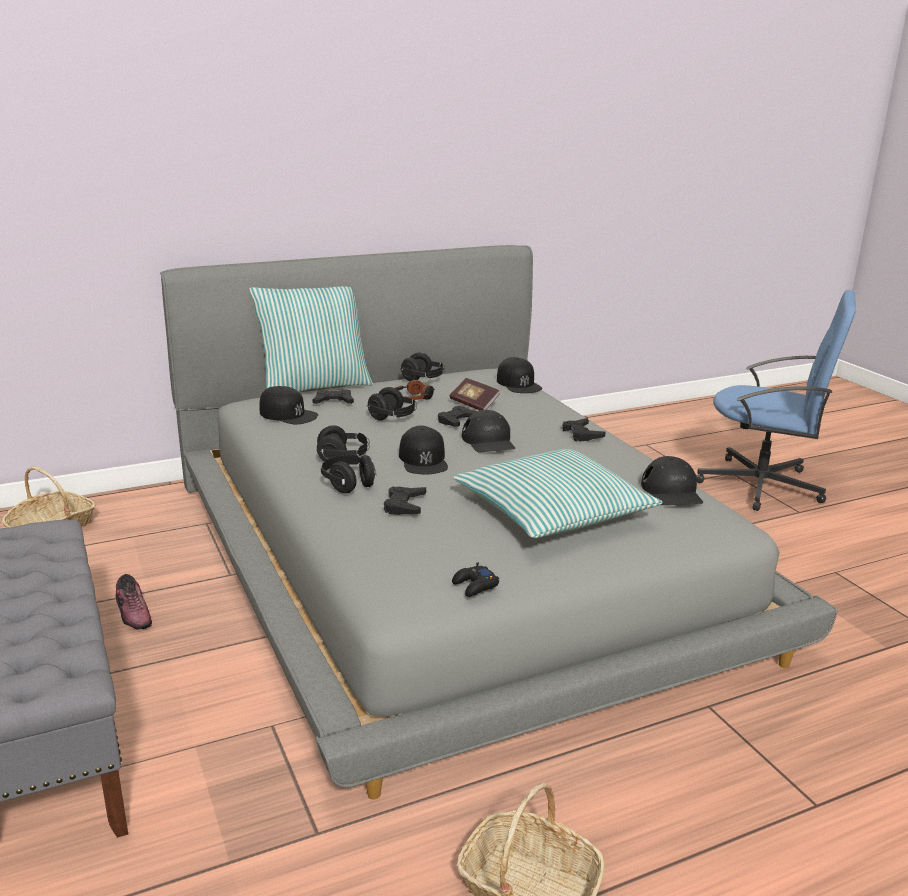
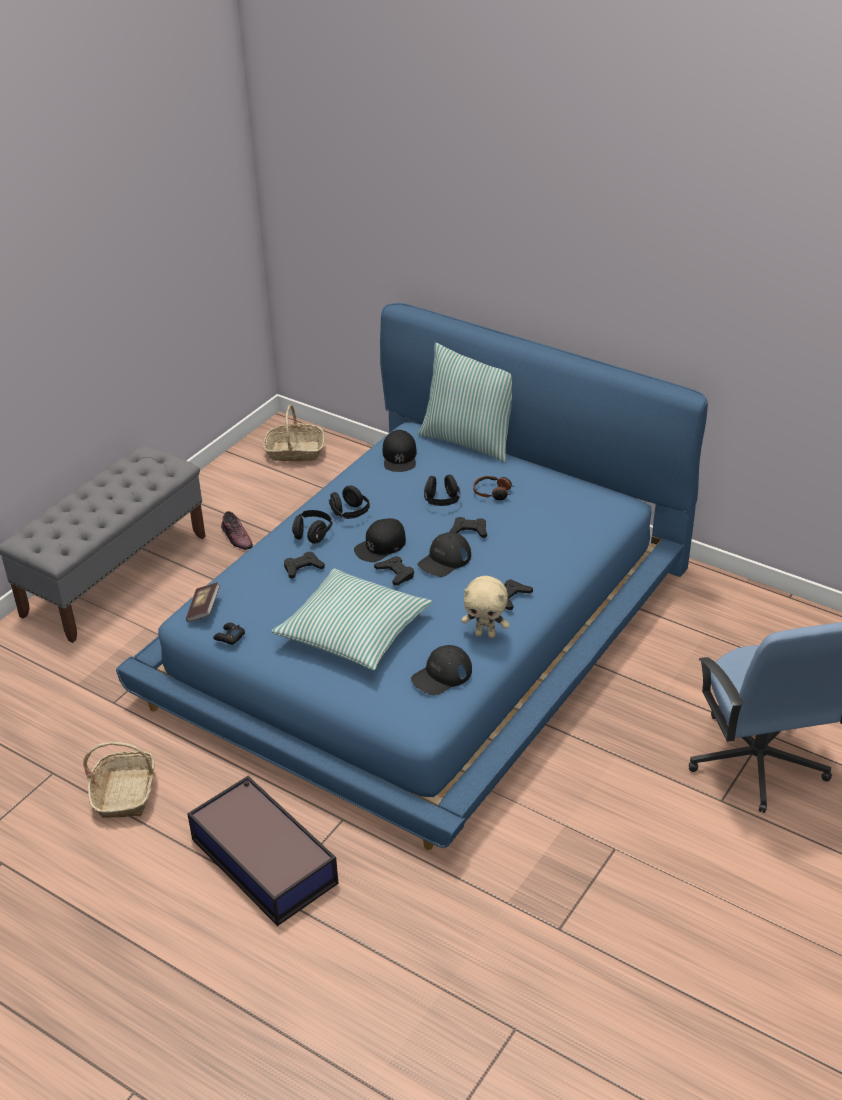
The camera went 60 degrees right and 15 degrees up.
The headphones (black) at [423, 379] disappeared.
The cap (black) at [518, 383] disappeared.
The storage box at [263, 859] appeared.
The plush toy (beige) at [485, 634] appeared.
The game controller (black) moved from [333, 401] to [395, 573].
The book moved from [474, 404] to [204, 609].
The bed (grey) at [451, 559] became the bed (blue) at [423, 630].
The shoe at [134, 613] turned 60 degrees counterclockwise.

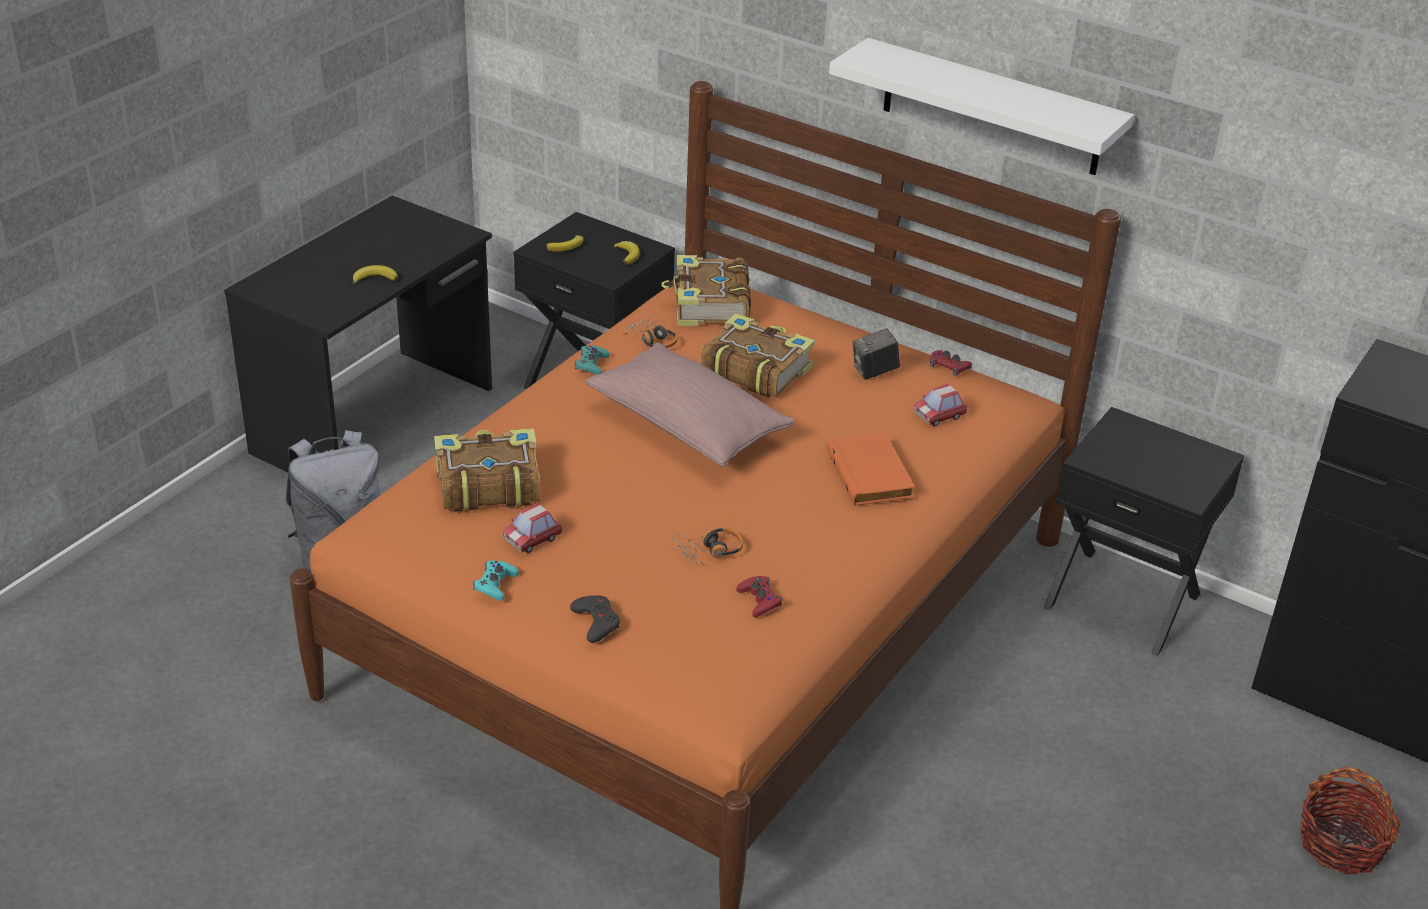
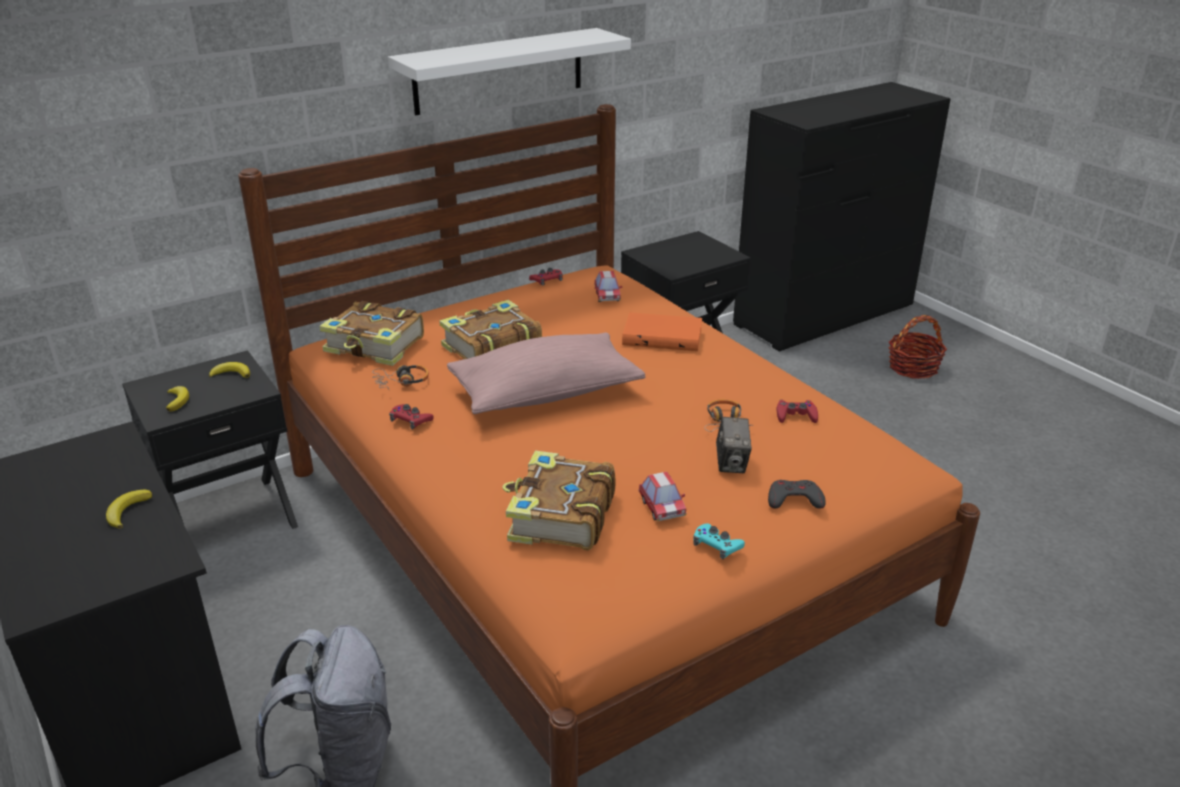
The camera went 65 degrees left and 5 degrees down.
The photo camera moved from [874, 372] to [731, 463].
The game controller (turquoise) at [591, 364] became the game controller (red) at [410, 420].

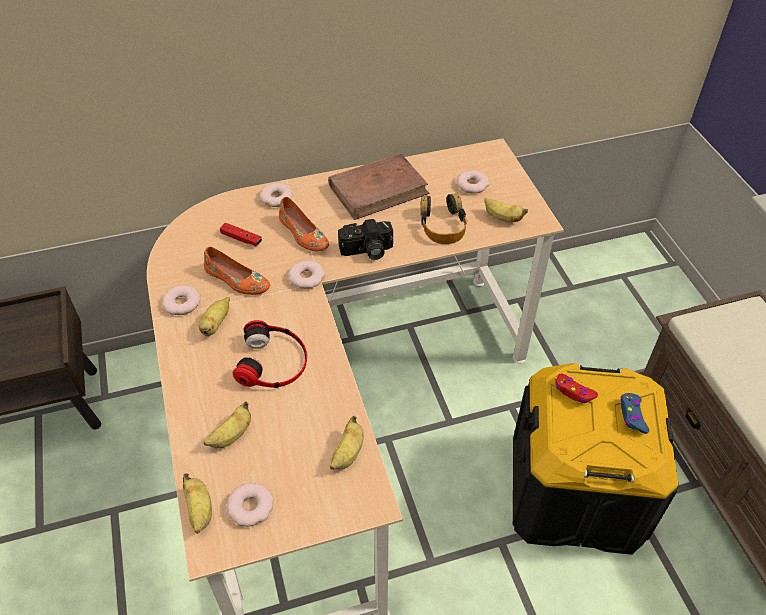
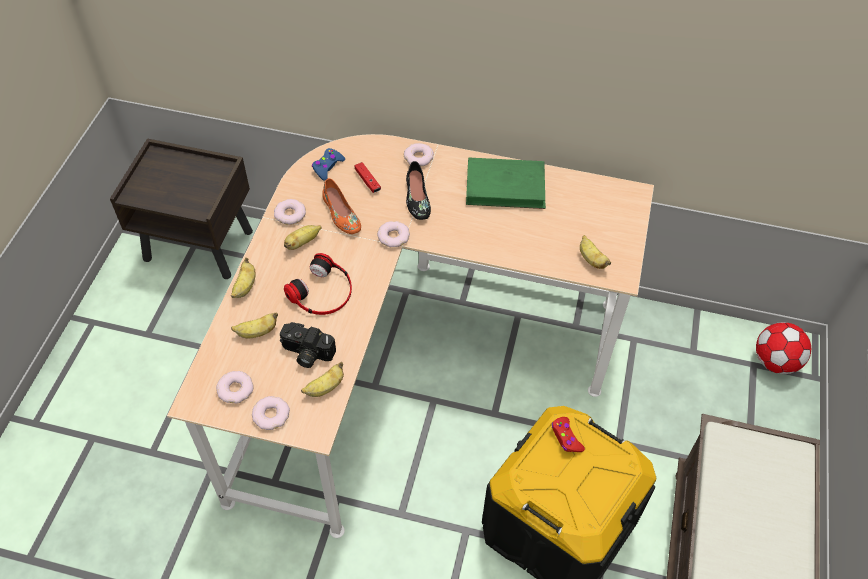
The camera went 30 degrees right and 5 degrees up.
The headphones at [442, 225] disappeared.
The football at [775, 361] appeared.
The banana moved from [200, 511] to [245, 287].
The photo camera moved from [367, 251] to [306, 353].
The donut moved from [472, 185] to [271, 415].
The game controller (blue) moved from [632, 415] to [327, 167].
The shoe (orange) at [303, 234] became the shoe (black) at [417, 198].
The book (brown) at [378, 190] became the book (green) at [505, 186].

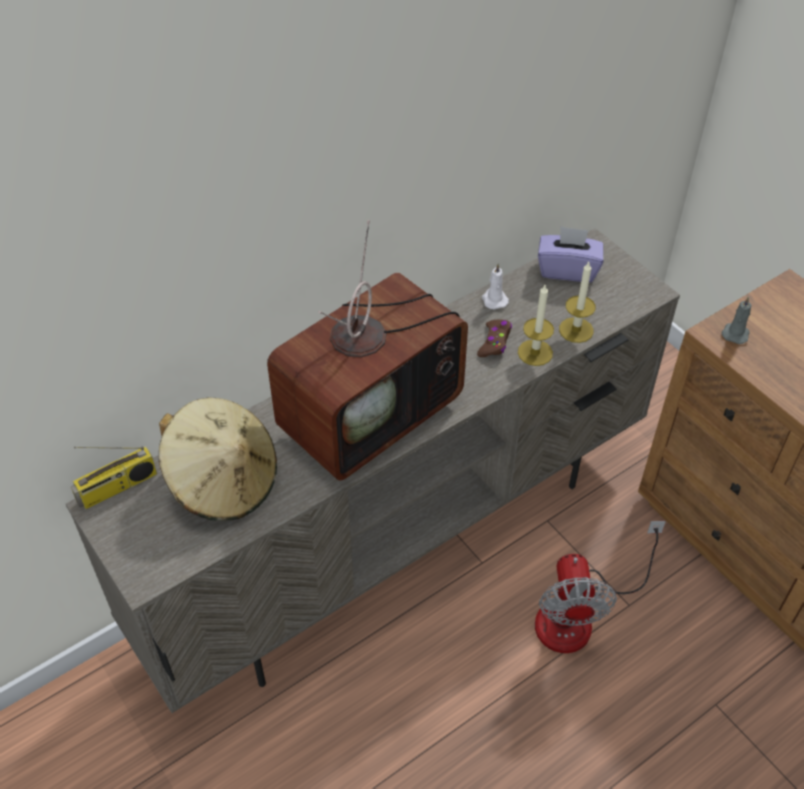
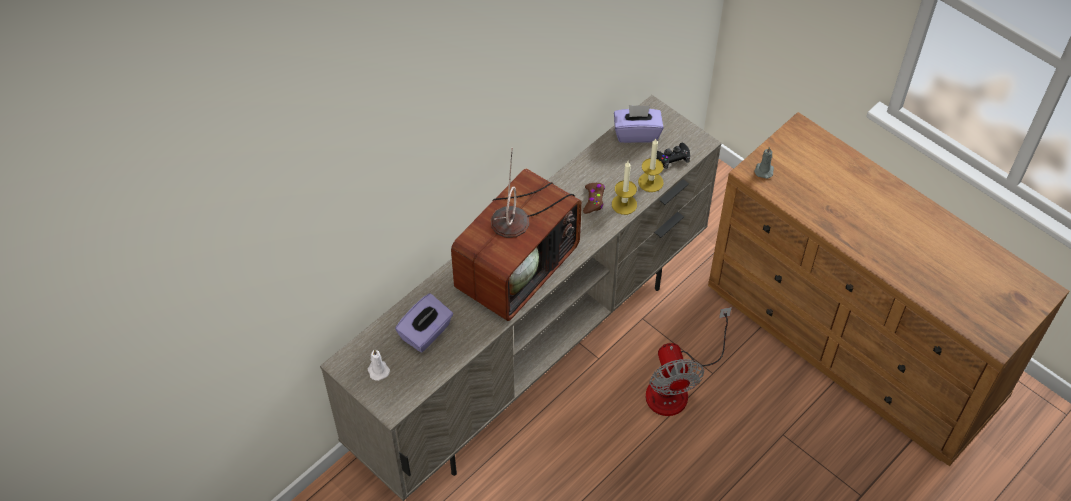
The camera went 10 degrees left and 5 degrees up.
The radio at [117, 488] disappeared.
The game controller (black) at [672, 158] appeared.
The candle (white) moved from [494, 299] to [378, 370].
The hat (beige) at [223, 481] was replaced by the tissue box (purple) at [426, 333].

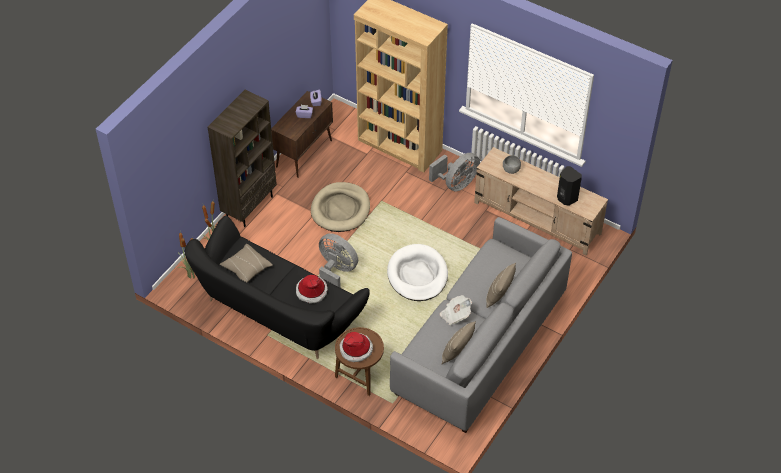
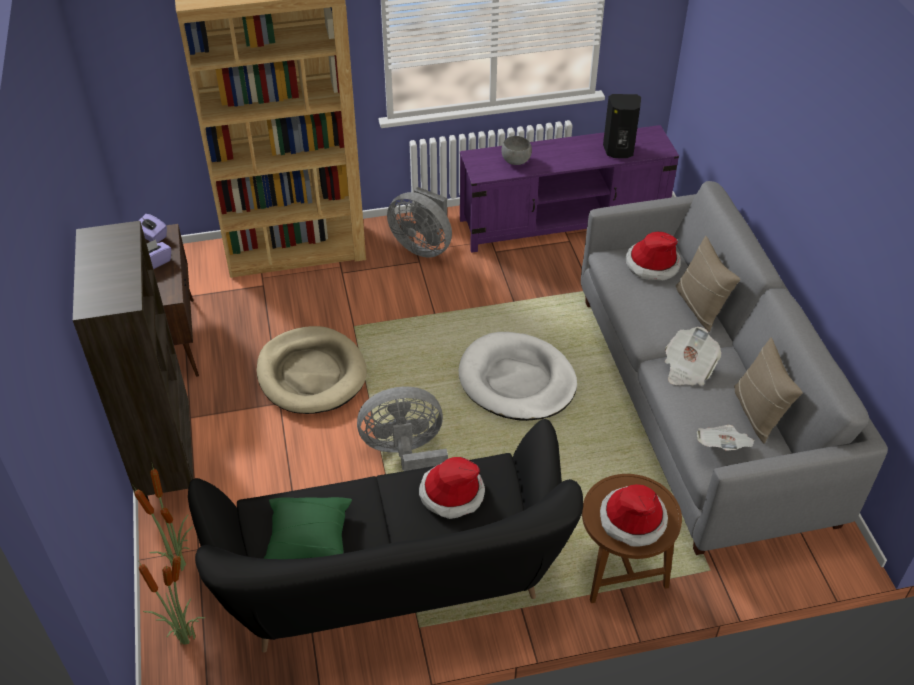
The camera went 45 degrees left and 5 degrees down.
The hat at [652, 264] appeared.
The newspaper at [722, 447] appeared.
The pillow (beige) at [246, 268] became the pillow (green) at [308, 540].
The tv stand (beige) at [537, 218] became the tv stand (purple) at [563, 222].
The fan (grey) at [456, 184] turned 120 degrees clockwise.

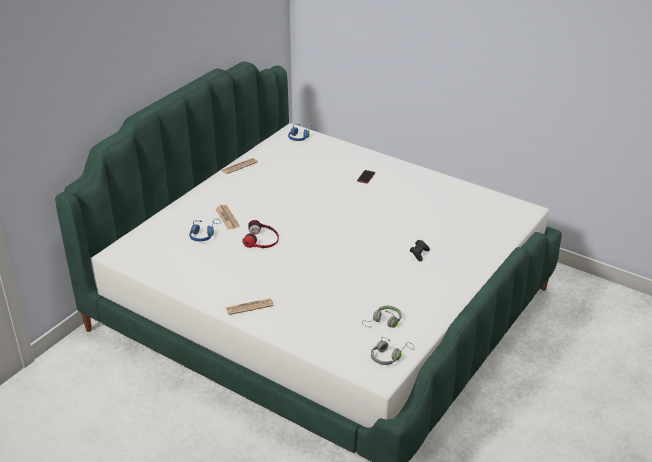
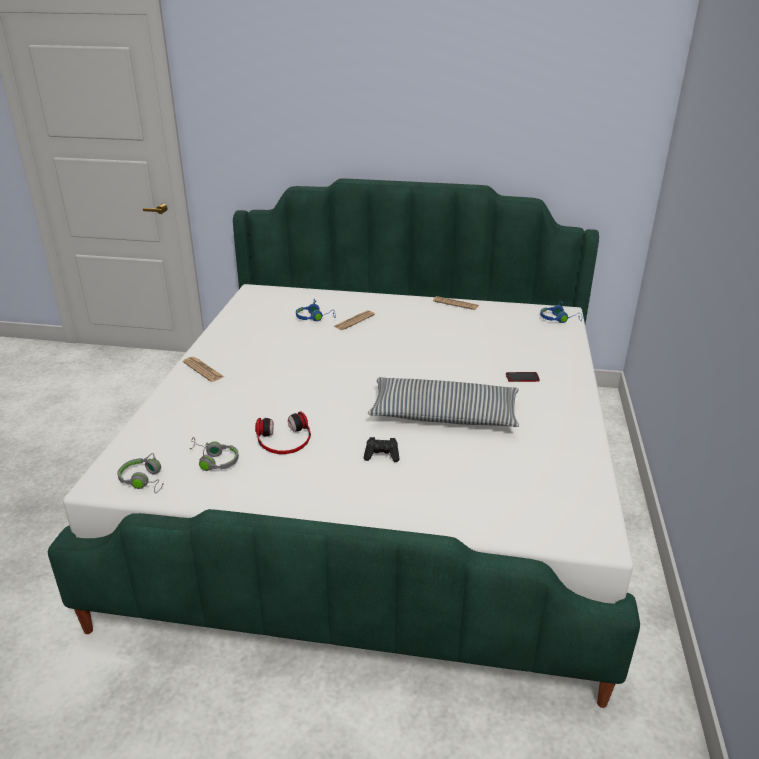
The camera went 65 degrees right and 5 degrees down.
The pillow at [444, 415] appeared.
The headphones moved from [262, 239] to [284, 440].

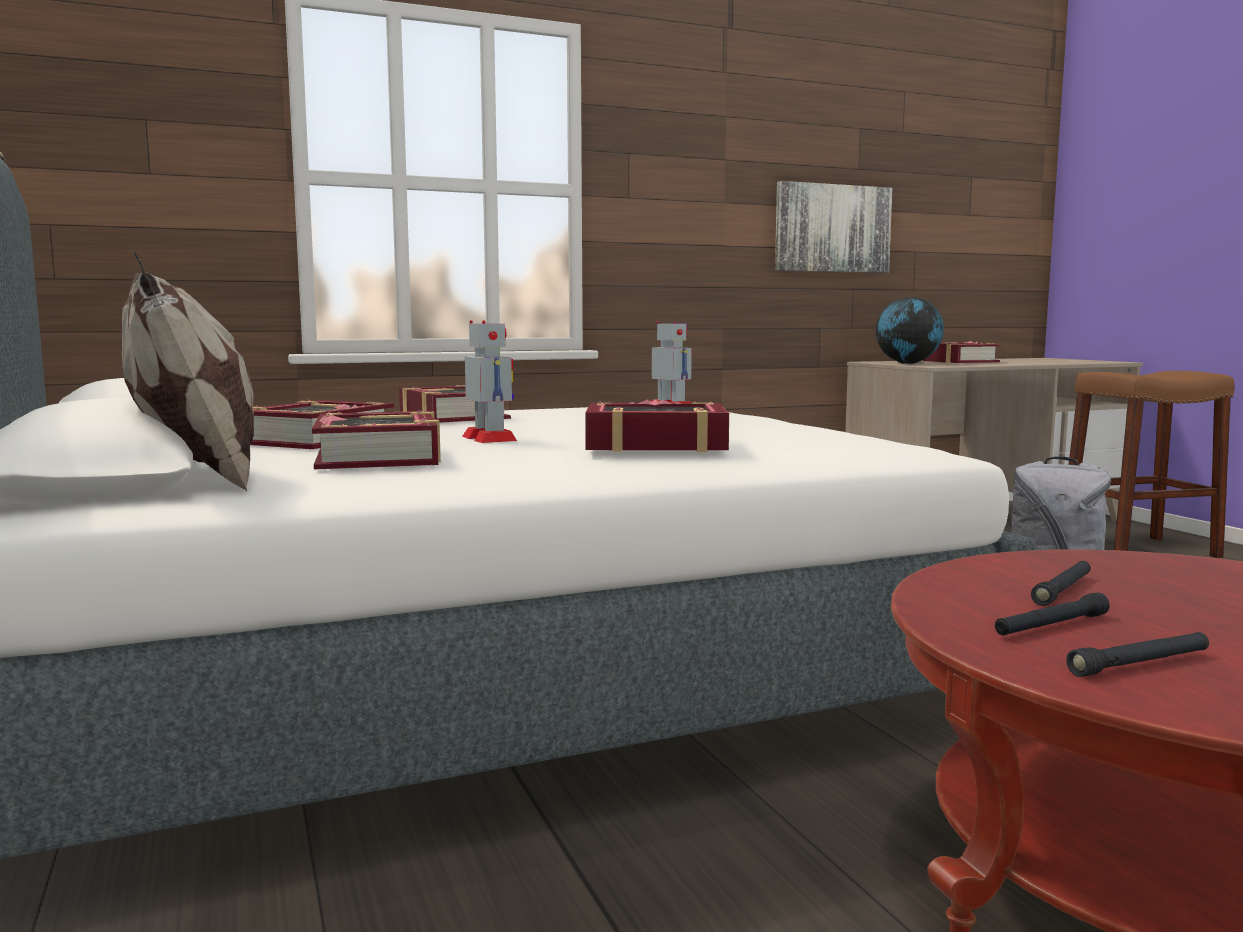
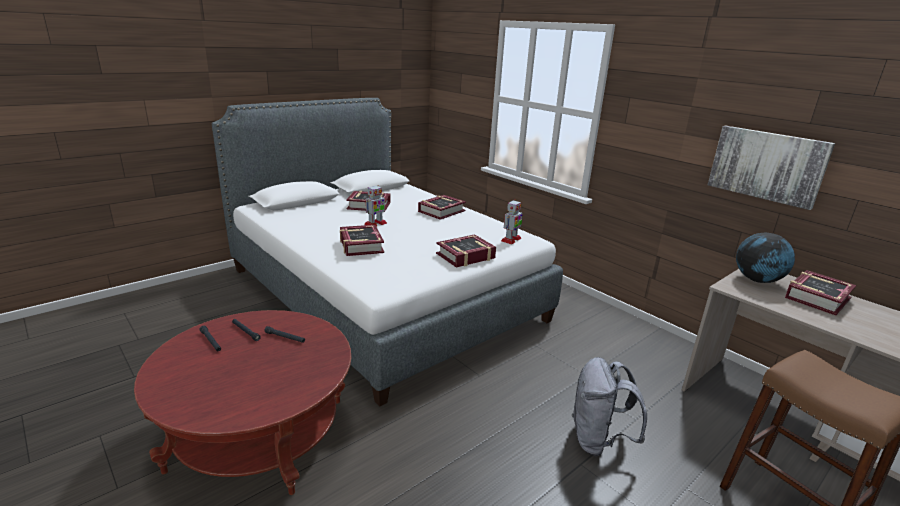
The camera went 70 degrees right and 15 degrees up.
The pillow at [197, 479] disappeared.
The book moved from [379, 457] to [465, 256].

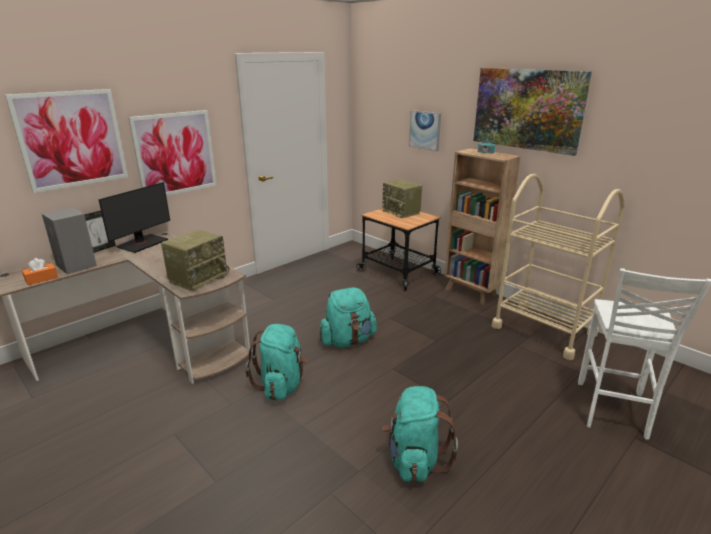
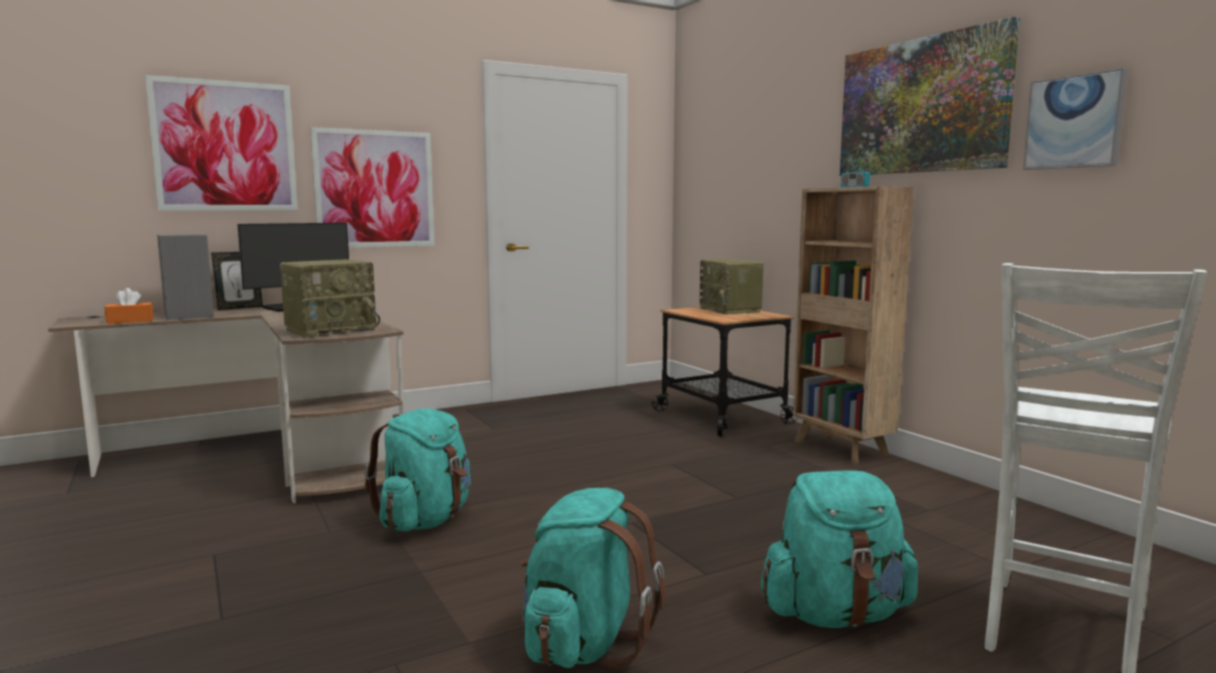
The camera went 15 degrees right and 15 degrees down.
The cart (beige) at [543, 330] disappeared.
The backpack (turquoise) moved from [348, 340] to [836, 614].
The picture moved from [425, 130] to [1074, 122].

